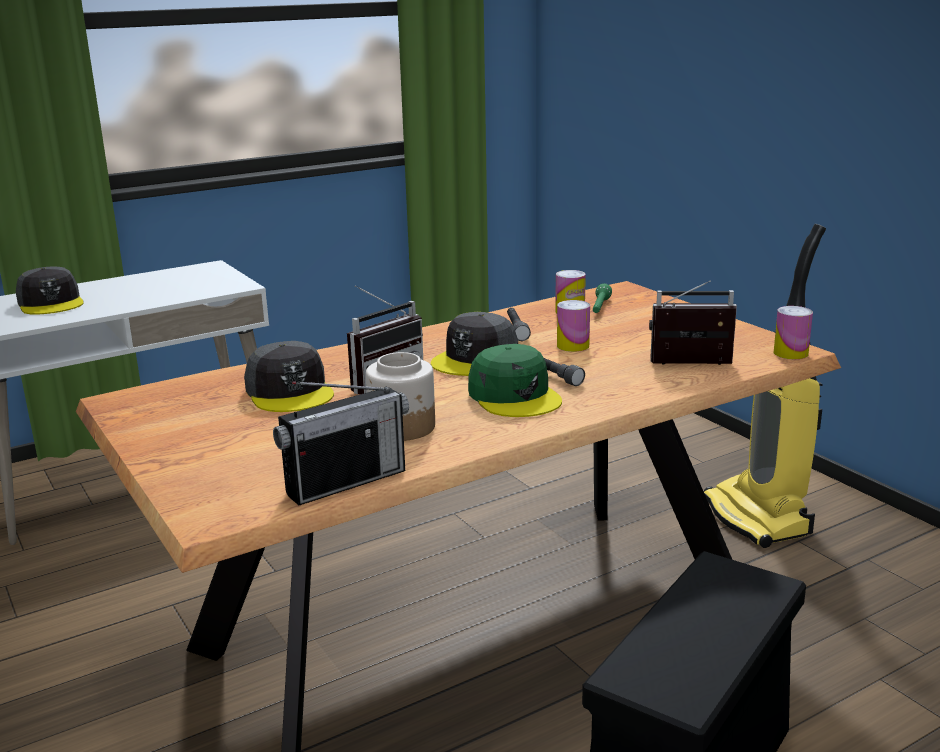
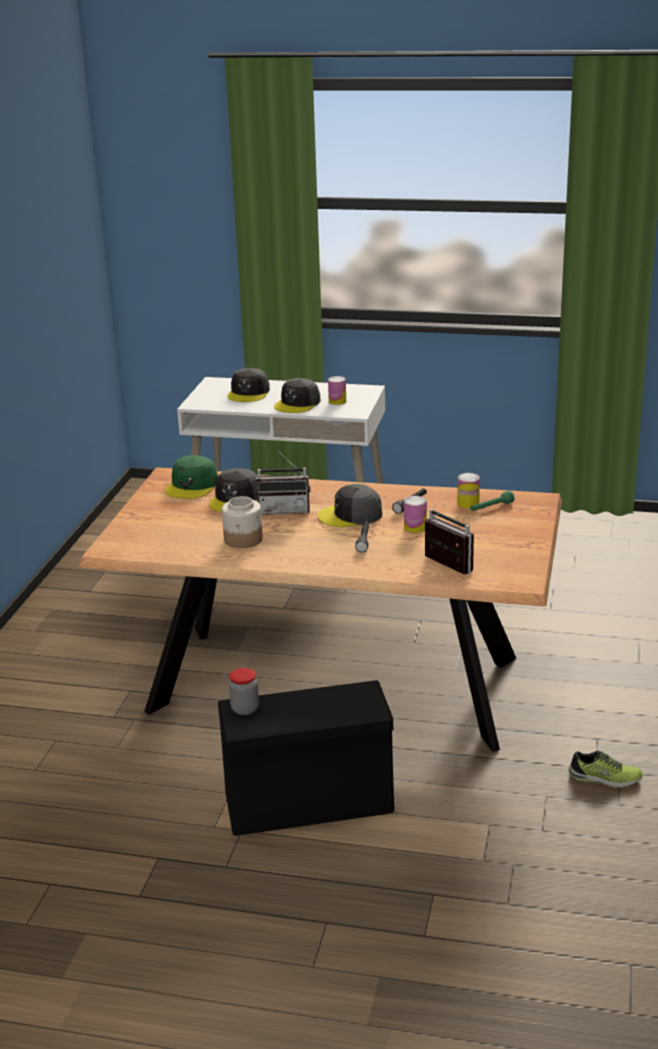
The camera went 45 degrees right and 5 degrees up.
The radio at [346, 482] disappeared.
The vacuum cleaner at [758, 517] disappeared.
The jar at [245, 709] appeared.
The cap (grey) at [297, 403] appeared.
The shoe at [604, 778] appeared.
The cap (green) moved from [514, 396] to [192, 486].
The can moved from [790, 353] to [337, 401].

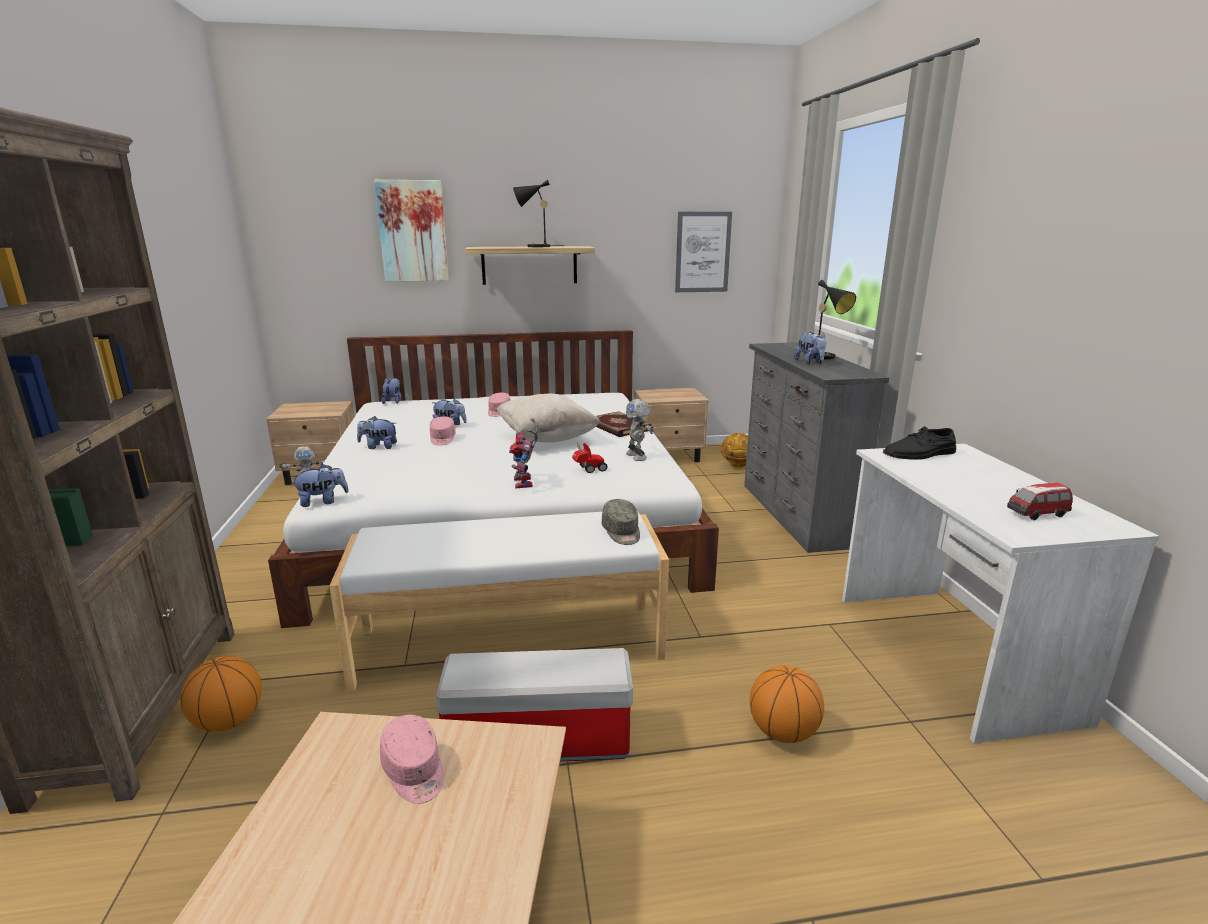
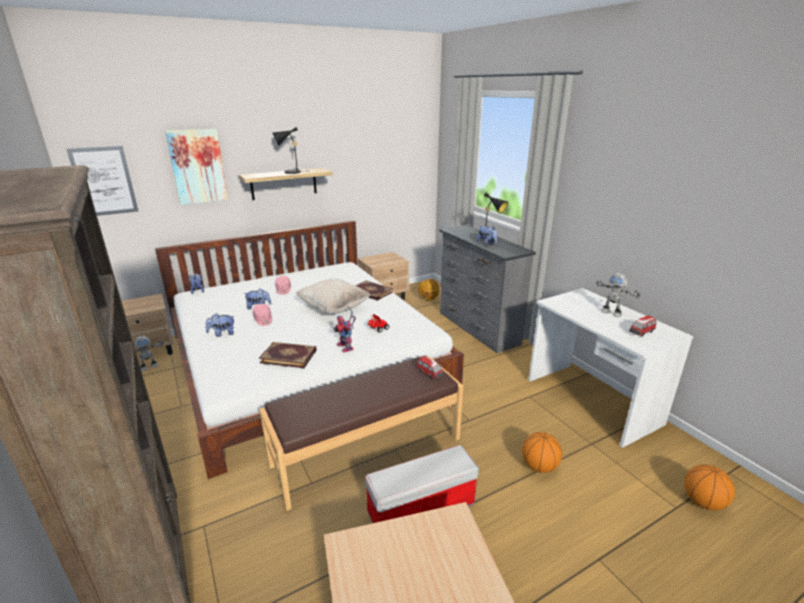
The camera went 20 degrees left and 5 degrees up.
The plush toy at [322, 502] disappeared.
The cap (pink) at [414, 772] disappeared.
The shoe (black) at [919, 454] disappeared.
The book at [289, 356] appeared.
The basketball moved from [228, 721] to [702, 502].
The toy robot moved from [637, 456] to [611, 313].
The picture moved from [703, 252] to [104, 181].
The cap (grey) at [621, 532] was replaced by the toy car at [430, 373].
The bench (white) at [509, 642] became the bench (brown) at [366, 450].

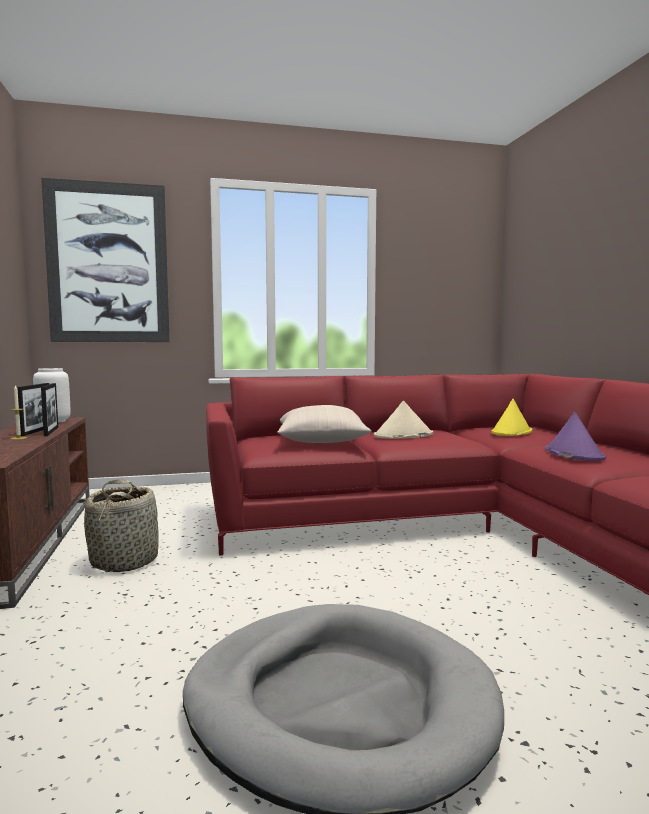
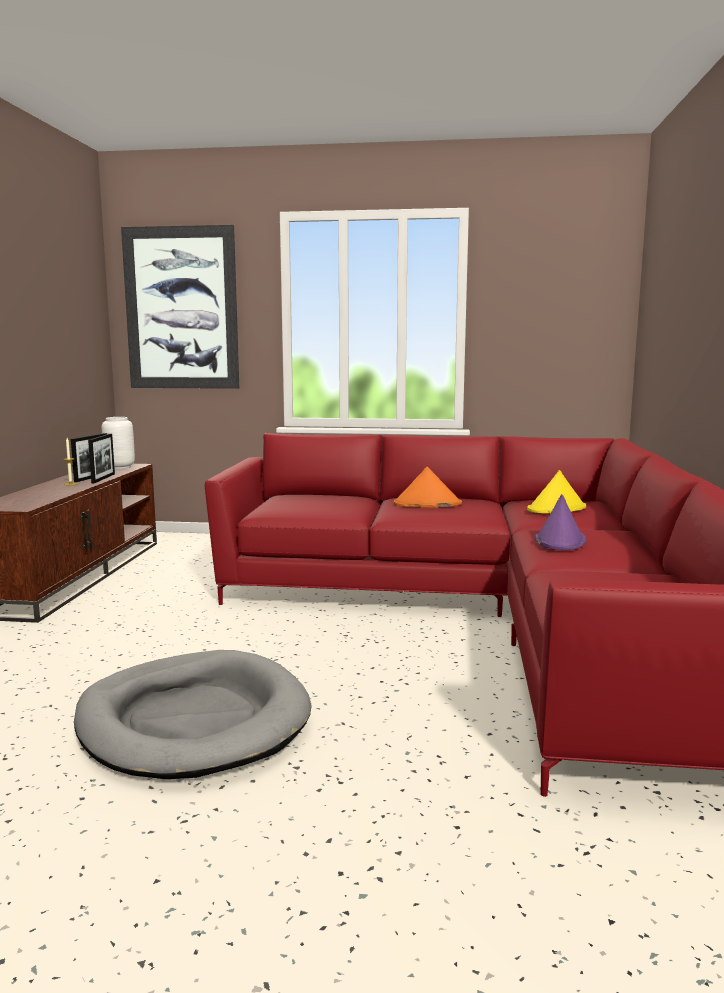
The camera went 20 degrees right and 5 degrees up.
The basket at [125, 561] disappeared.
The pillow (beige) at [321, 441] disappeared.
The hat (beige) at [403, 435] became the hat (orange) at [427, 504].

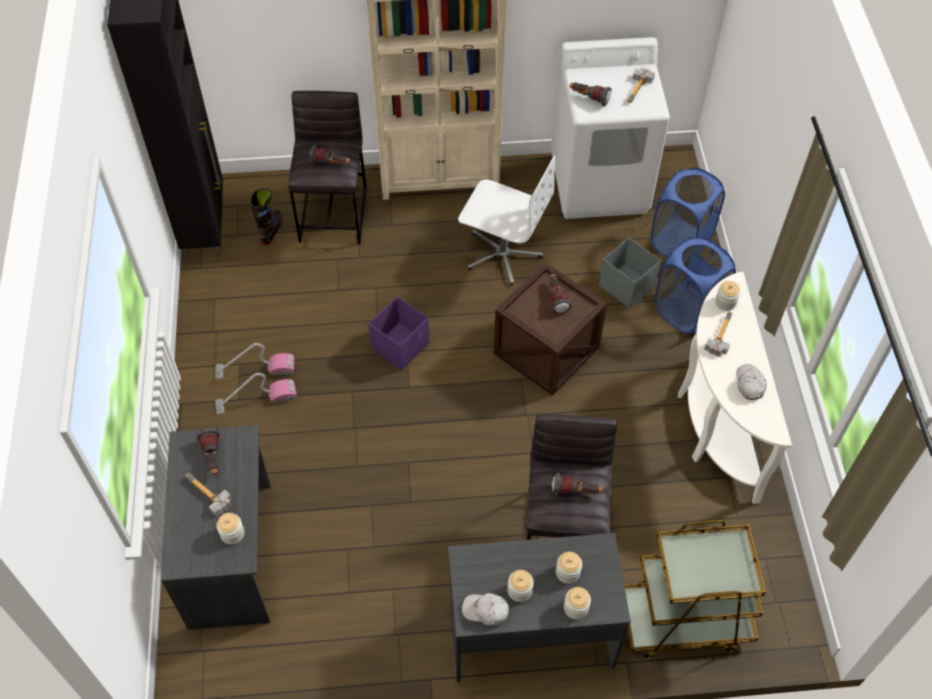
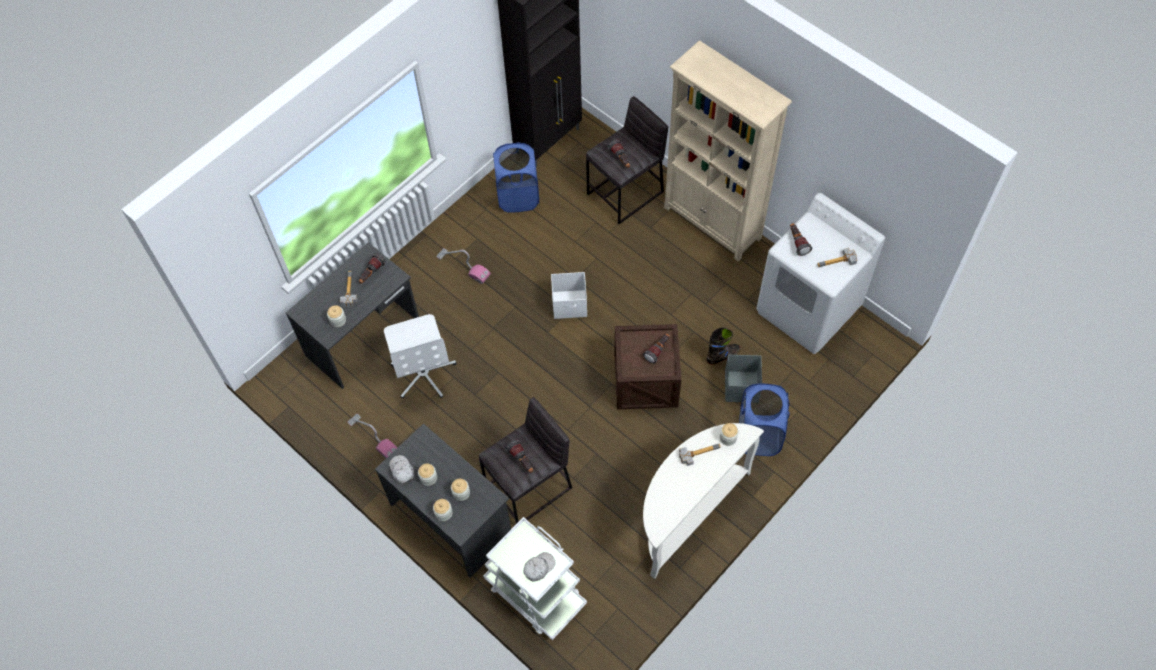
The camera went 50 degrees right and 5 degrees up.
The vacuum cleaner moved from [255, 369] to [373, 437].
The boot (black) moved from [271, 230] to [722, 356].
The office chair (white) moved from [502, 254] to [424, 373].
The laundry basket (blue) moved from [680, 242] to [518, 197].
The cap (white) moved from [749, 384] to [538, 567].
The storage box (purple) at [401, 346] became the storage box (white) at [570, 305].
The cart (brown) at [684, 619] became the cart (white) at [535, 593].

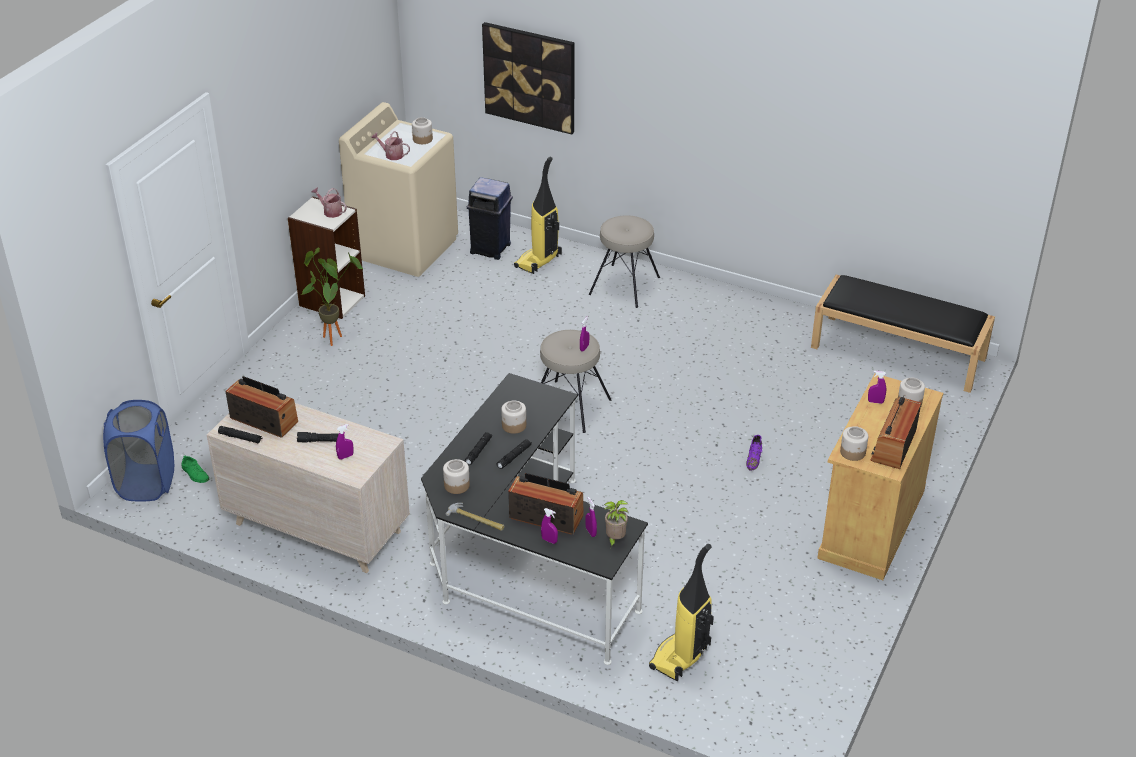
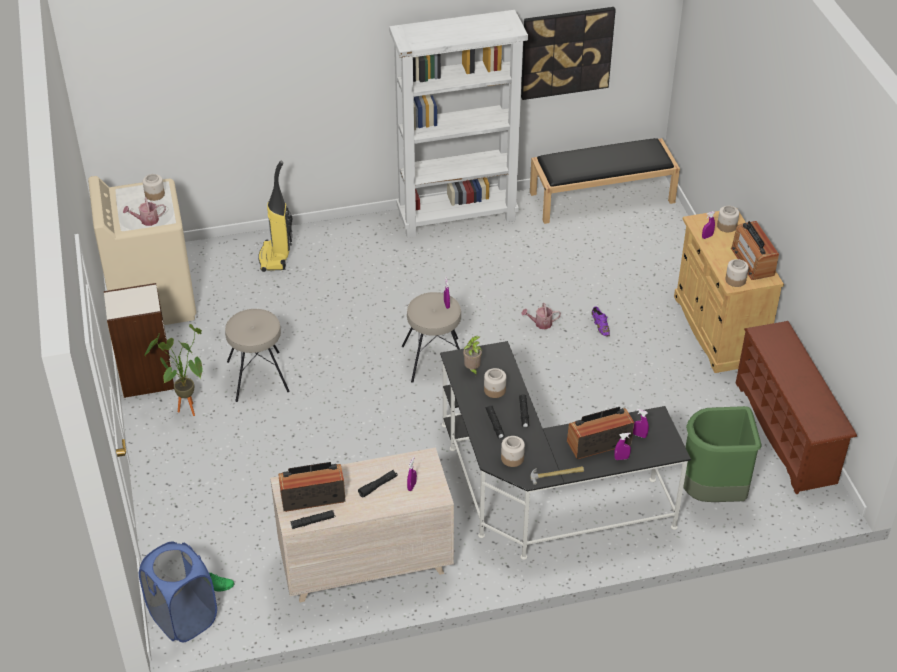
The camera went 40 degrees left and 5 degrees up.
The trash can (blue) at [491, 249] disappeared.
The bookcase (white) at [458, 217] appeared.
The shoe rack (brown) at [787, 433] appeared.
The watering can moved from [330, 211] to [540, 323].
The picture moved from [529, 77] to [566, 52].
The stool (beige) moved from [625, 286] to [258, 376].
The potted plant moved from [614, 539] to [472, 369].
The vacuum cleaner at [680, 657] was replaced by the trash can (green) at [713, 493].

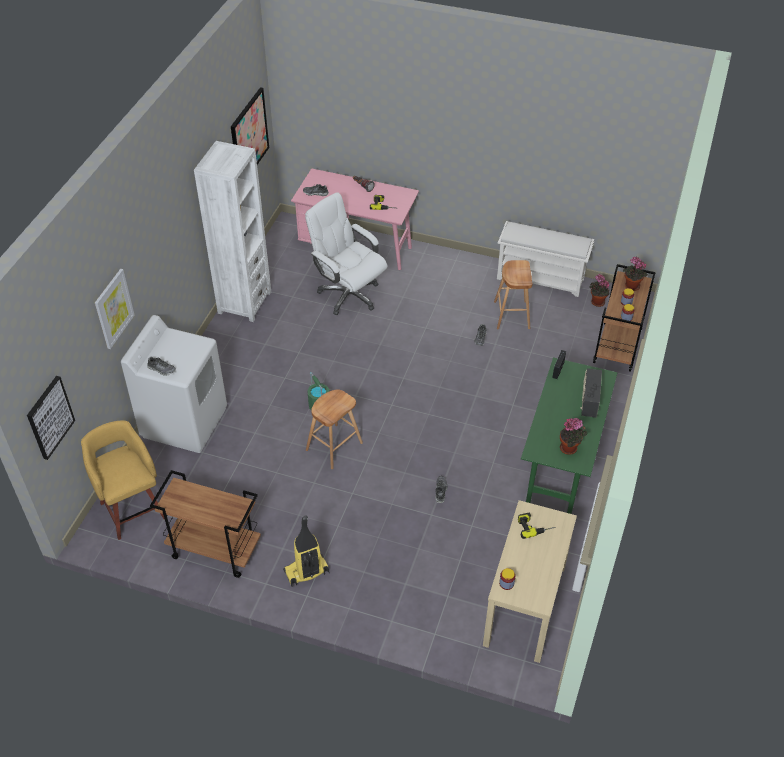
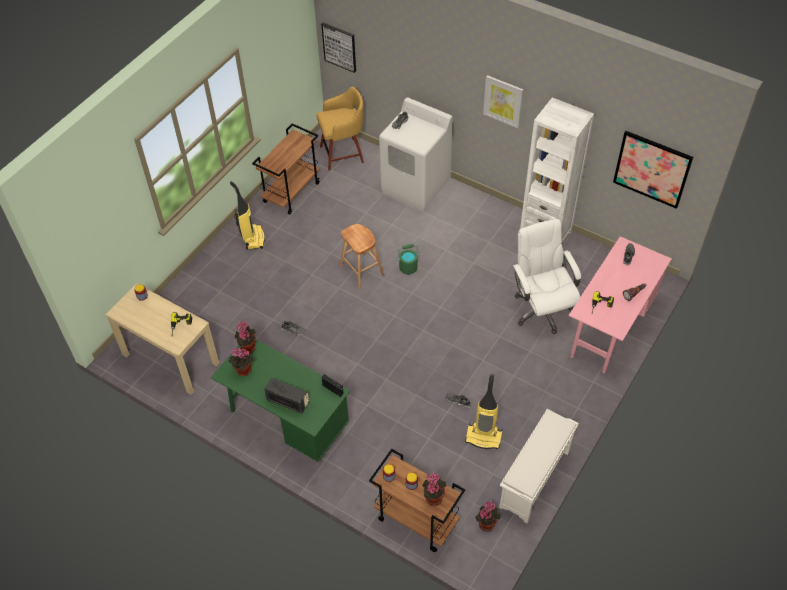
The camera went 105 degrees right and 5 degrees up.
The potted plant at [247, 347] appeared.
The picture moved from [113, 308] to [503, 101].
The stool (brown) at [512, 315] was replaced by the vacuum cleaner at [484, 436].
The office chair (white) at [348, 294] turned 75 degrees counterclockwise.

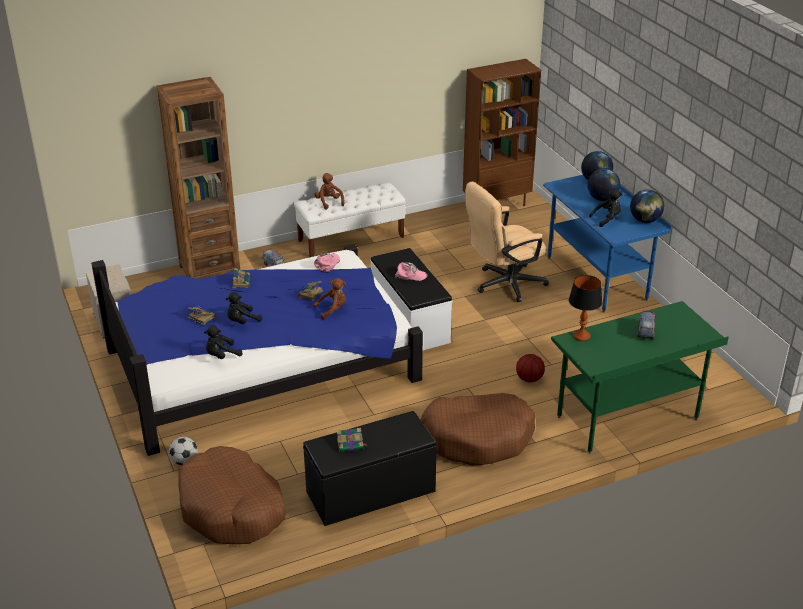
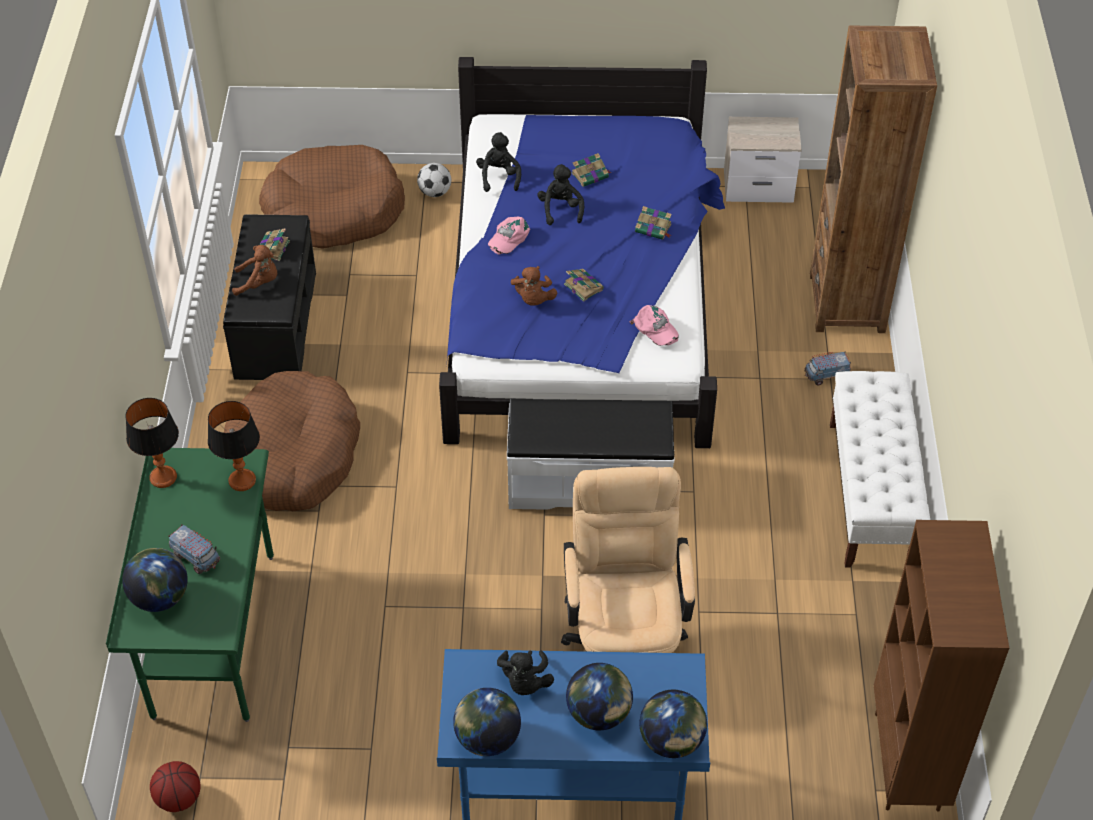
The camera went 115 degrees right and 15 degrees up.
The globe at [160, 597] appeared.
The table lamp at [163, 477] appeared.
The plush toy (brown) moved from [329, 202] to [259, 283].
The cap (pink) moved from [410, 275] to [508, 238].
The basketball moved from [529, 379] to [178, 798].

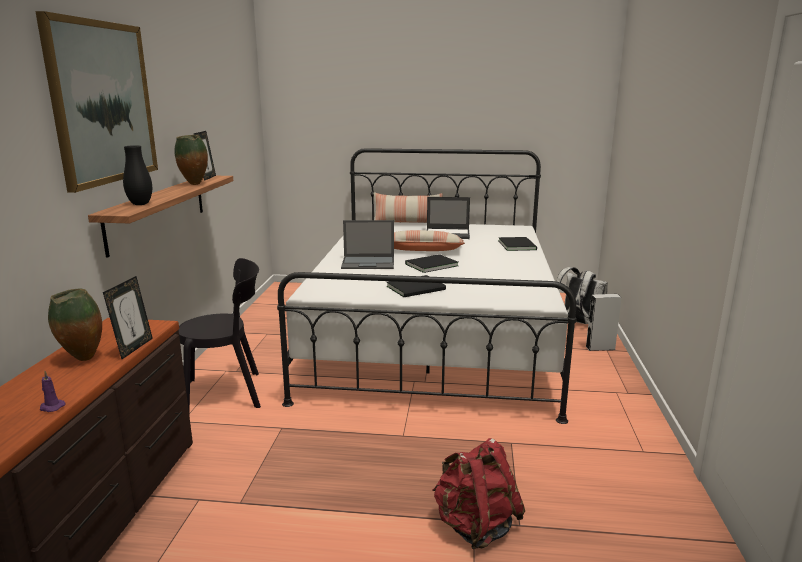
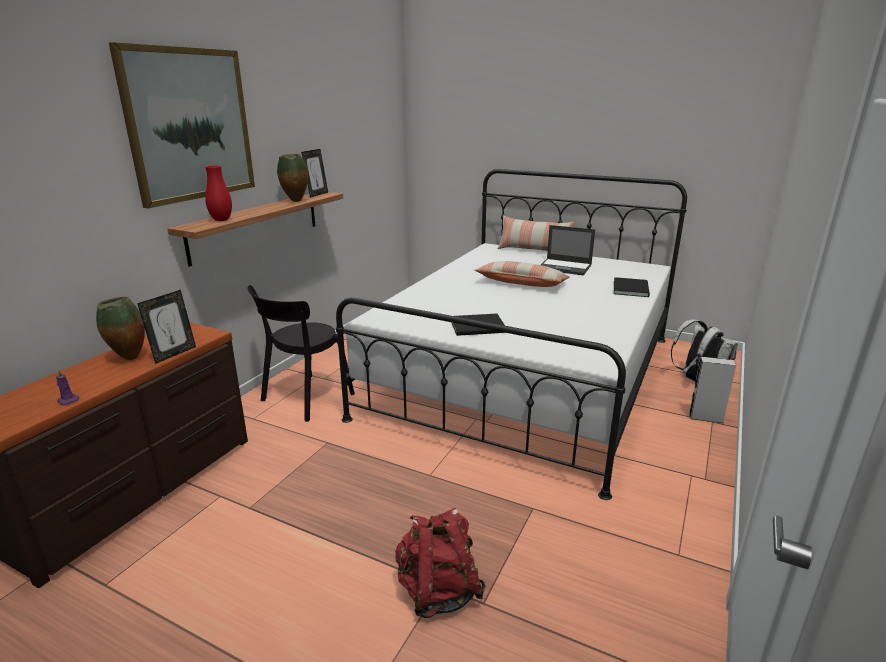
The camera went 20 degrees right and 5 degrees up.
The laptop at [369, 263] disappeared.
The book (black) at [430, 265] disappeared.
The vase (black) at [140, 204] became the vase (red) at [221, 220].
The chair (black) at [228, 393] turned 120 degrees clockwise.

